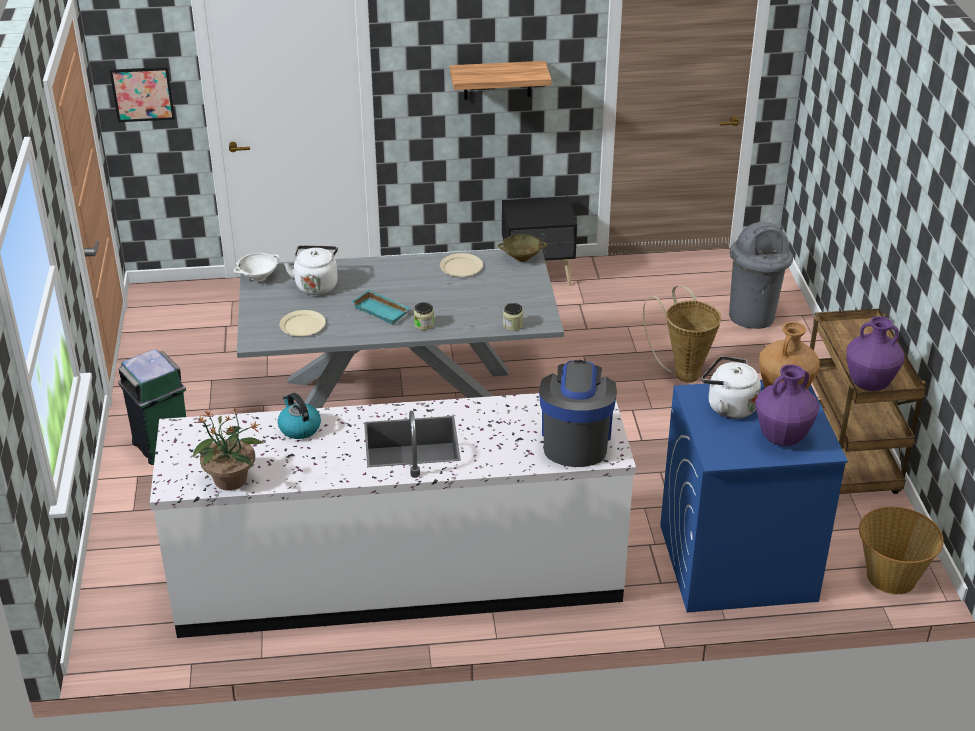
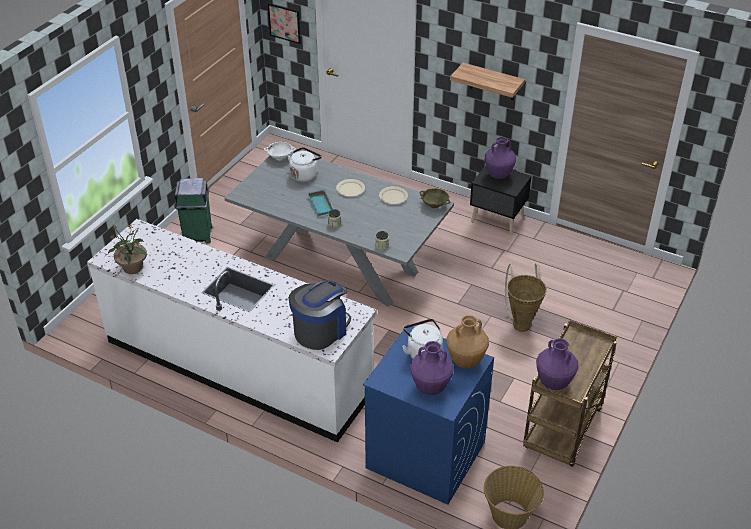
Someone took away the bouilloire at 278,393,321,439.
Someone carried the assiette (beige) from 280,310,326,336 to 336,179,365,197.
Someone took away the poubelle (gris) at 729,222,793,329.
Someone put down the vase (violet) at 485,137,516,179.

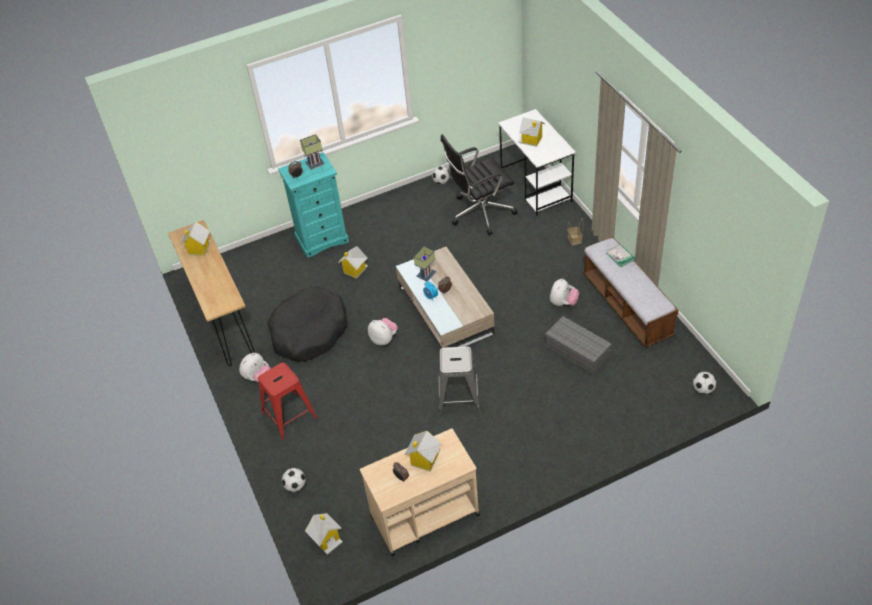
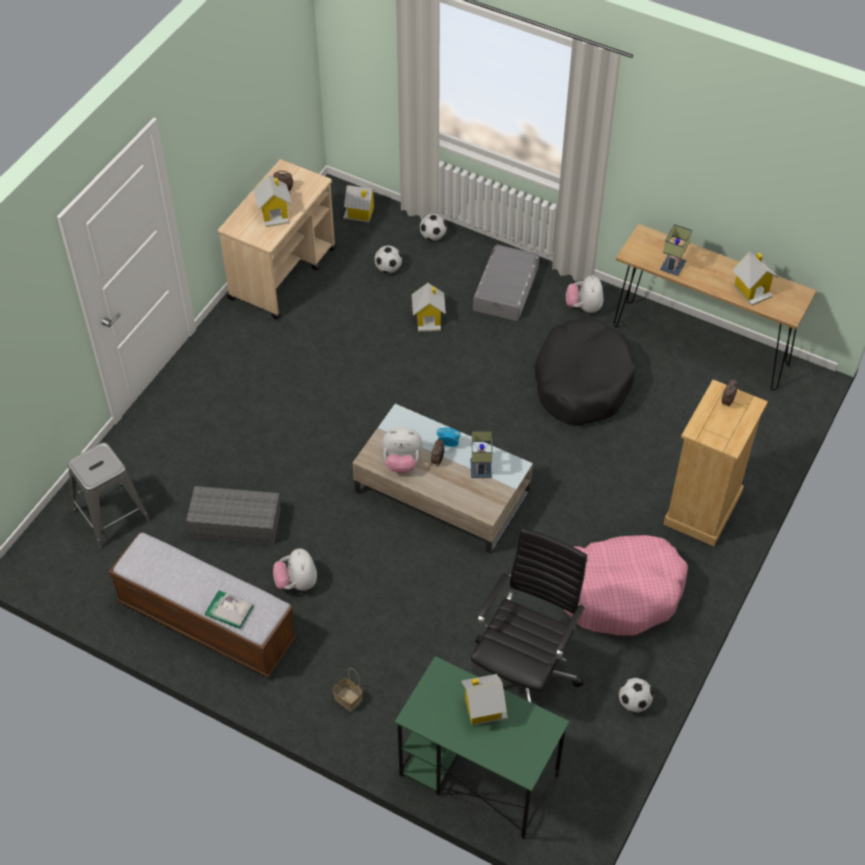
Someone swapped the tabouret (rouge) at 258,363,317,440 for the boîte de rangement (gris) at 473,245,539,321.
Someone repainted the commode (turquoise) at 278,152,349,258, which became the commode (beige) at 663,380,768,546.
Someone carried the lampe de table from 300,134,325,170 to 660,224,692,276.
Someone carried the maison miniature from 338,246,368,279 to 412,283,446,332.
Someone carried the peluche from 368,318,398,345 to 382,427,423,473.
Someone carried the tabouret (gris) from 438,346,481,415 to 68,442,150,549.
Someone repainted the bureau (blanc) at 498,109,576,216, which became the bureau (vert) at 395,656,570,840.
Someone carried the ballon de foot from 693,371,716,394 to 374,245,402,273.
Someone put down the panier pour chien (rose) at 564,535,688,636.

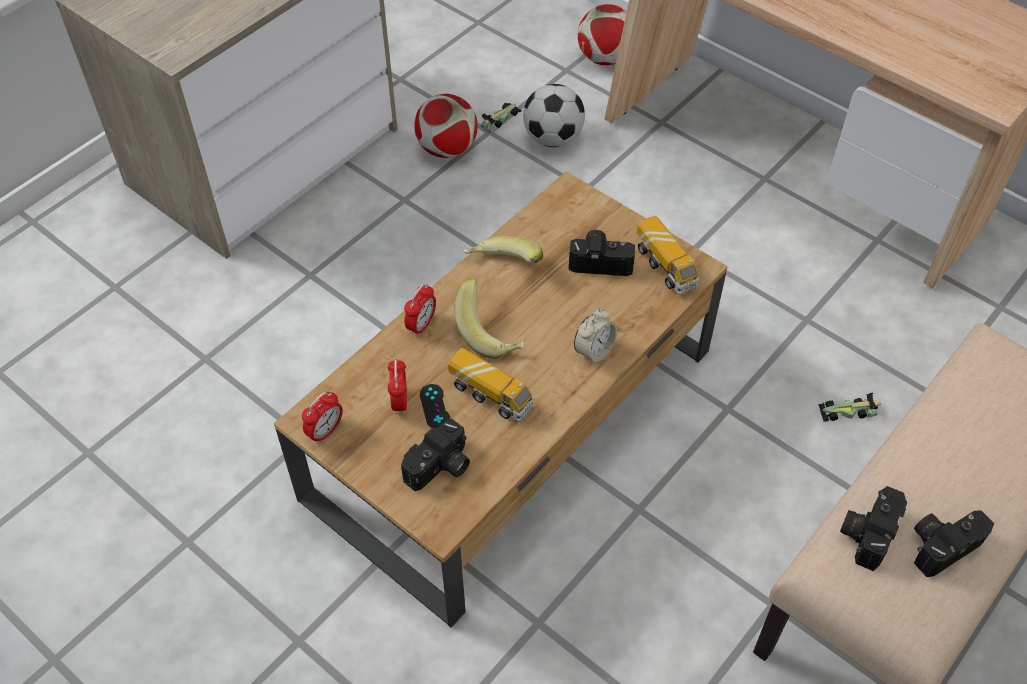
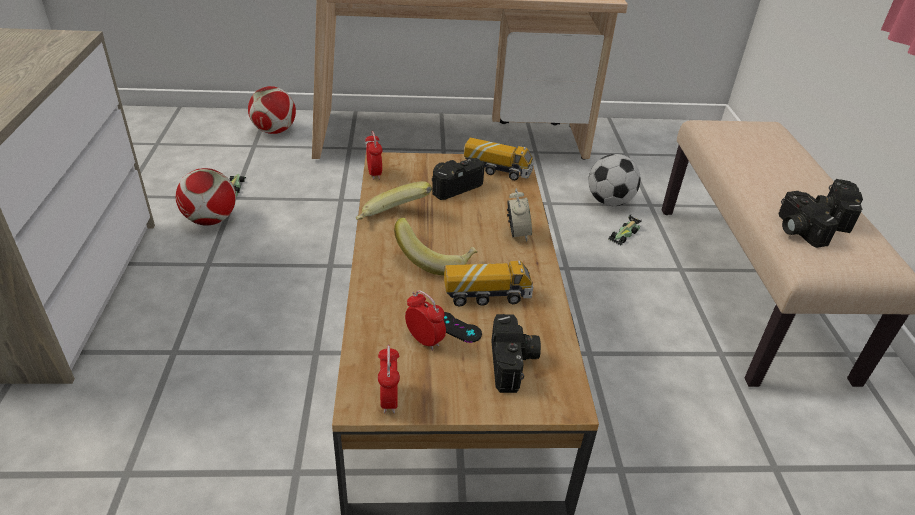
Someone carried the réveil from 404,284,436,337 to 365,131,383,180.
Someone carried the ballon de foot from 523,84,585,147 to 588,154,641,206.

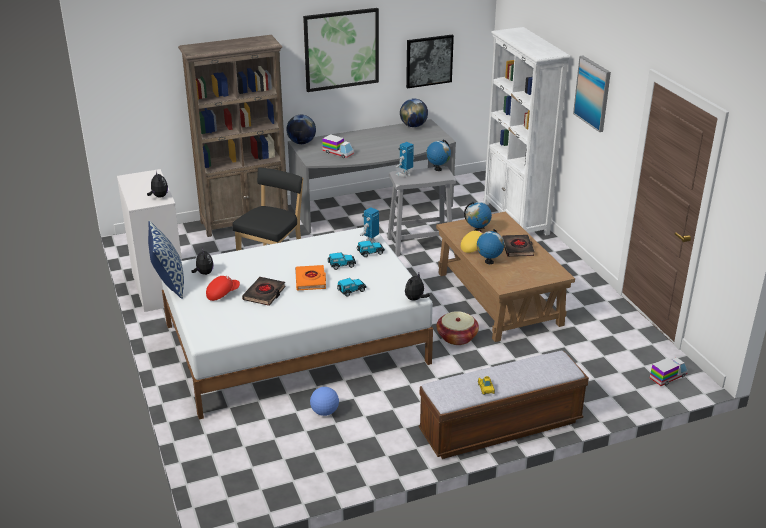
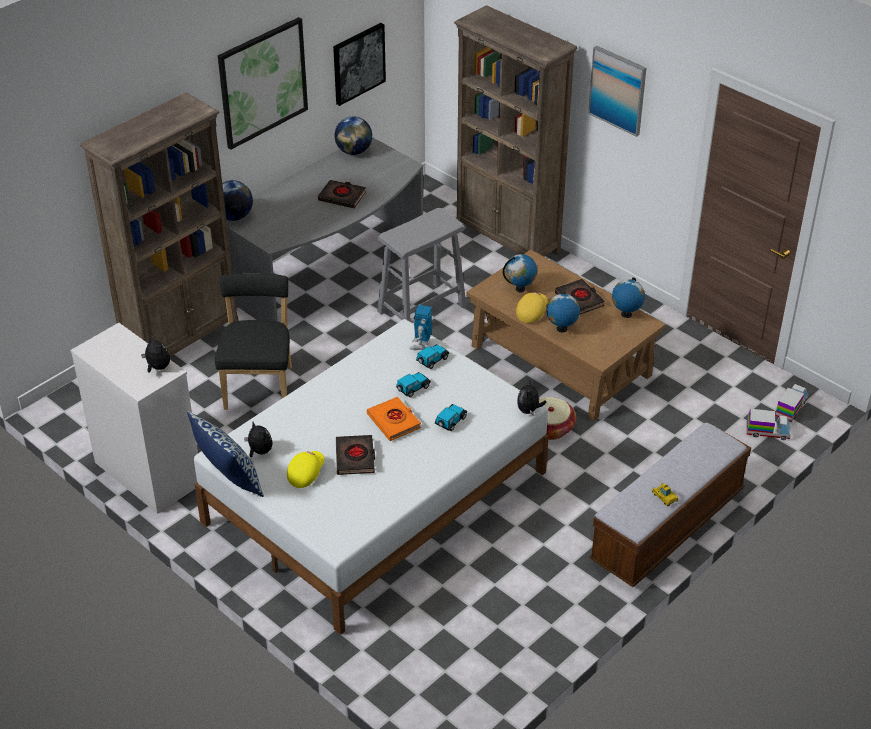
Someone repainted the casquette (rouge) at 206,276,240,301, which became the casquette (jaune) at 287,451,325,488.
Someone took away the ballon de foot at 310,387,339,416.
Someone carried the camion jouet from 322,134,354,158 to 746,409,790,440.
Someone took away the robot jouet at 396,142,414,177.
Someone carried the globe from 426,139,451,171 to 612,277,645,318.
Someone repainted the bibliothèque (blanc) at 483,27,570,235, which became the bibliothèque (marron) at 454,5,577,256.
Someone put down the livre (noir) at 318,180,366,208.

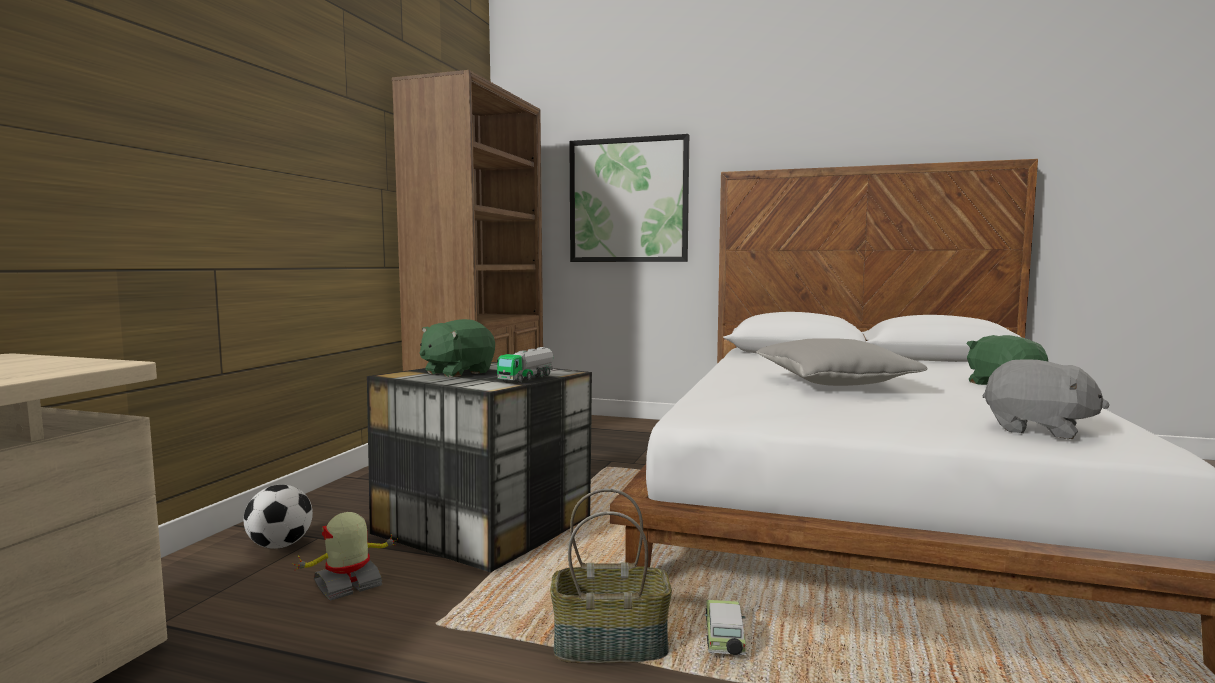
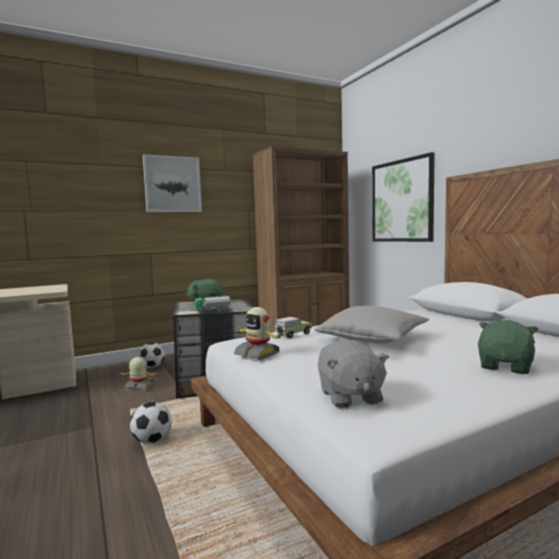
Someone swapped the panier at 550,489,672,663 for the ballon de foot at 130,402,171,444.
Someone carried the petite voiture from 705,600,747,655 to 274,317,312,338.
Someone put up the tableau at 143,154,202,212.
Someone put down the robot jouet at 234,307,282,360.

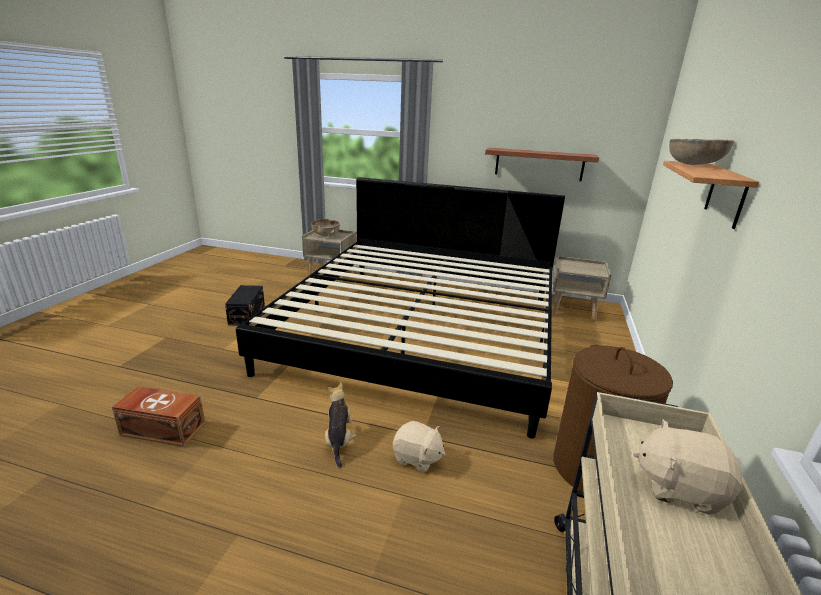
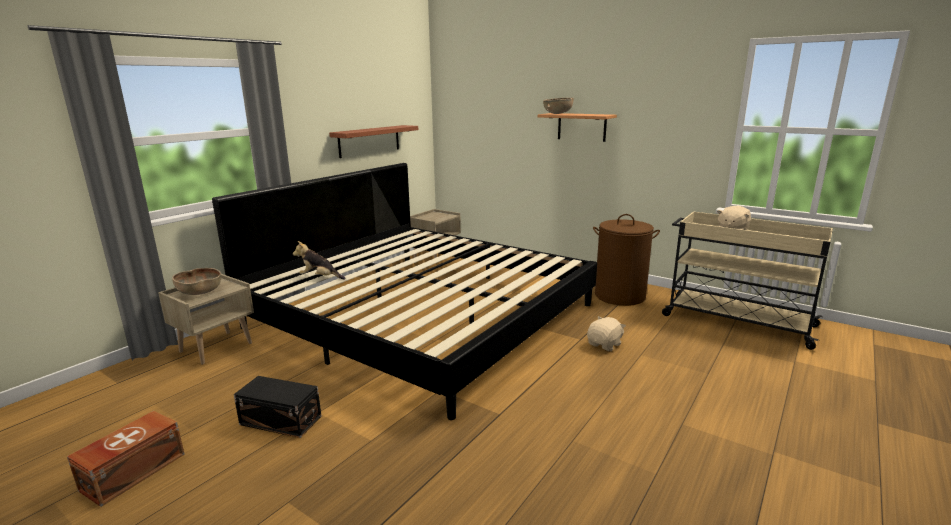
Someone carried the boîte de rangement (marron) from 112,386,205,447 to 67,411,185,507.
Someone carried the peluche from 325,382,356,468 to 293,241,346,280.

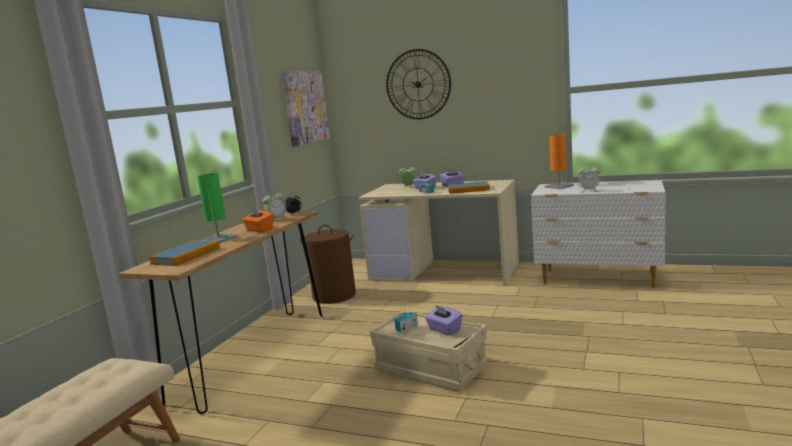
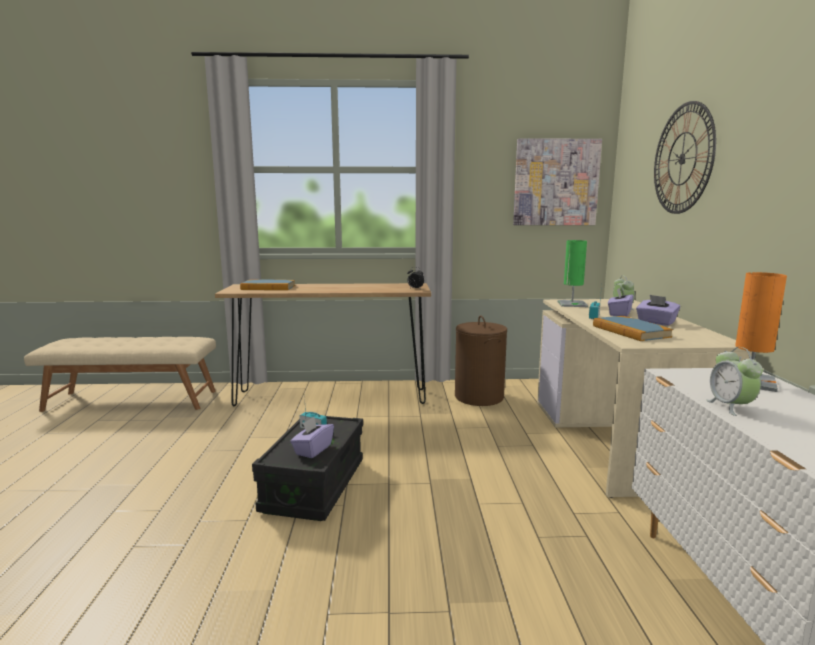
Someone carried the lampe de table (vert) from 197,173,238,243 to 557,240,588,307.
Someone took away the boîte à mouchoirs (orange) at 242,208,273,232.
Someone took away the réveil at 263,191,287,222.
Someone repainted the boîte de rangement (beige) at 370,310,488,391, which became the boîte de rangement (noir) at 252,416,363,521.

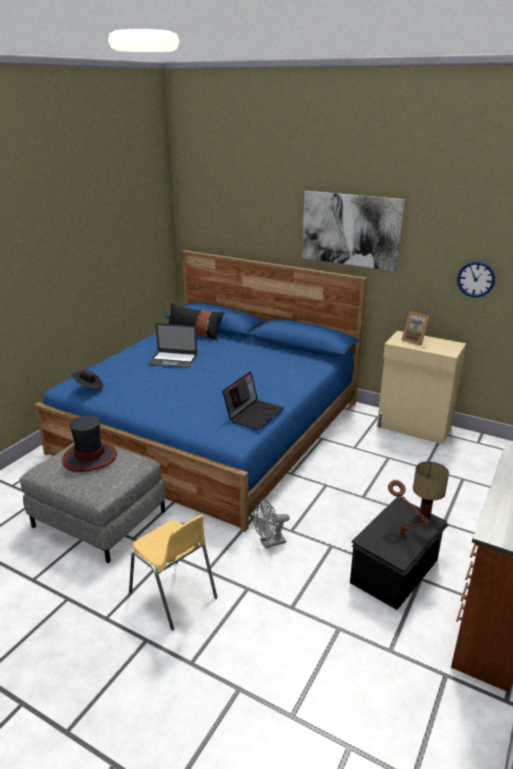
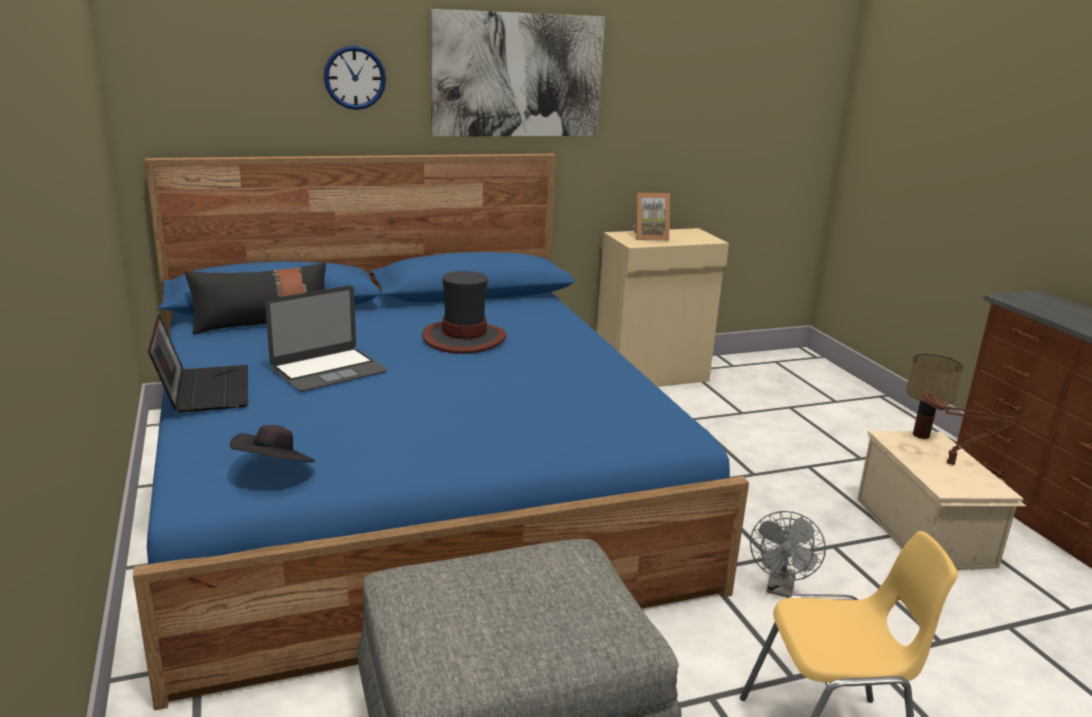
Someone carried the chapeau from 62,416,117,472 to 422,271,507,354.
Someone carried the ordinateur portable from 222,371,284,430 to 148,315,248,412.
Someone repainted the boîte de rangement (noir) at 350,497,449,610, which became the boîte de rangement (beige) at 857,431,1026,570.
Someone carried the horloge murale from 457,262,495,297 to 324,45,386,110.

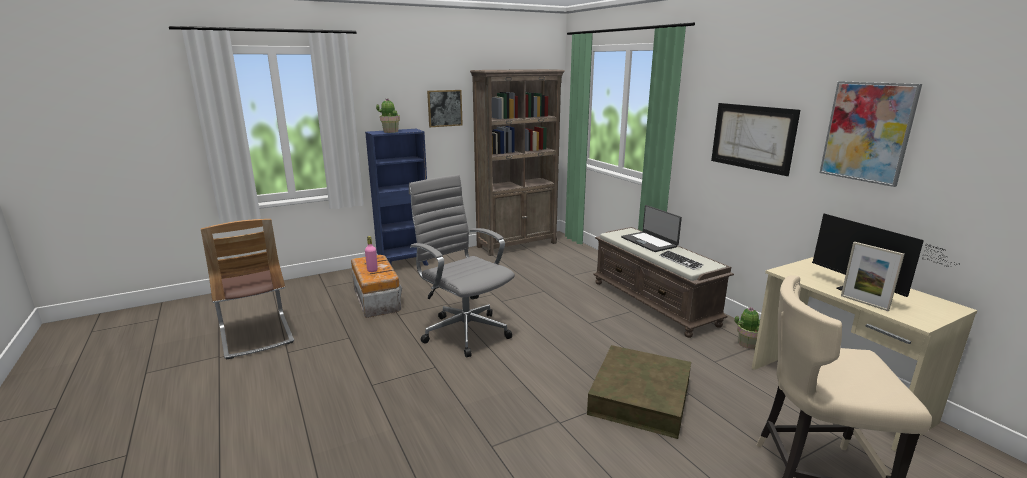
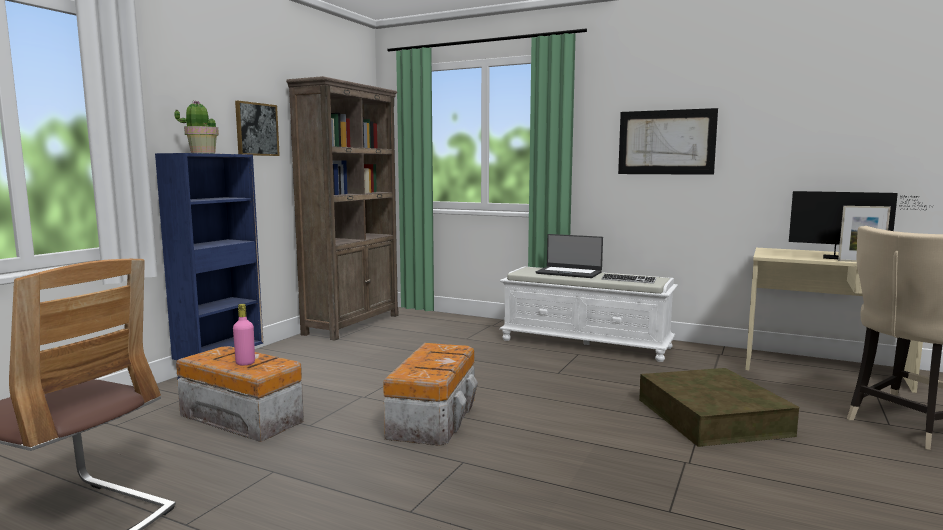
Someone swapped the chaise de bureau (gris) at 409,174,515,357 for the boîte de rangement at 383,343,478,446.
Someone repainted the banc (marron) at 593,227,734,338, which became the banc (blanc) at 500,266,678,362.
Someone took away the plante en pot at 735,307,760,349.
Someone took away the tableau at 820,81,922,187.

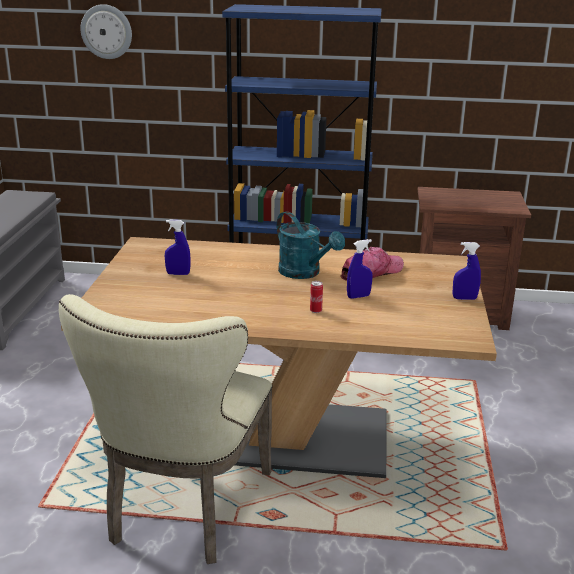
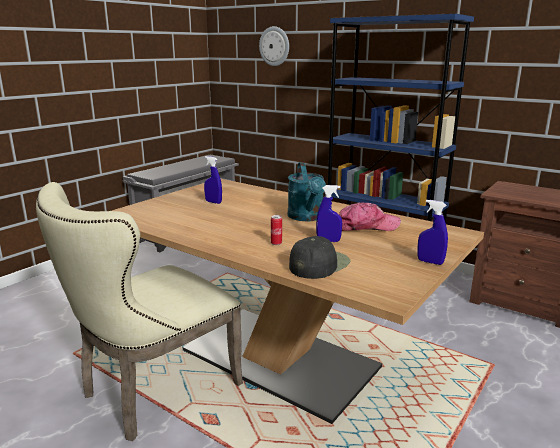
Someone put down the casquette (noir) at 289,236,351,279.

